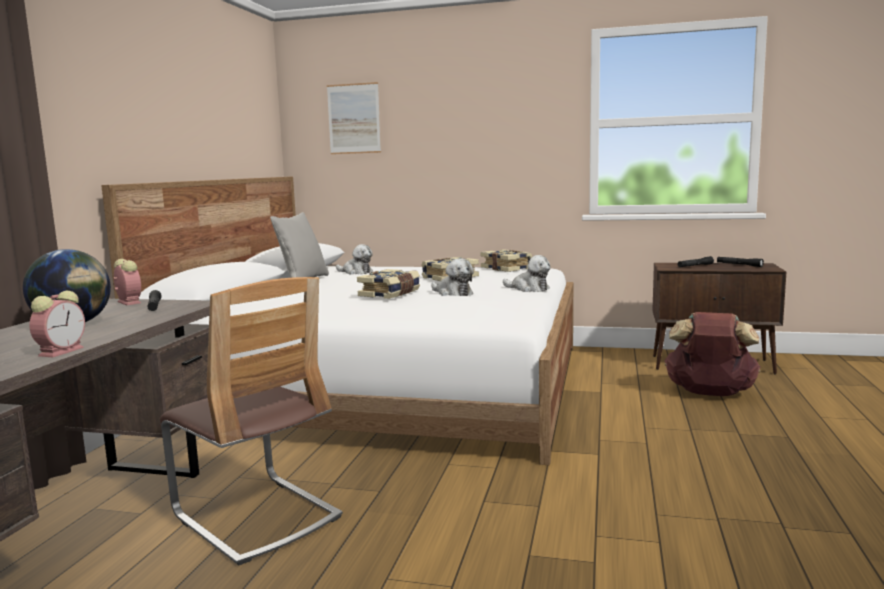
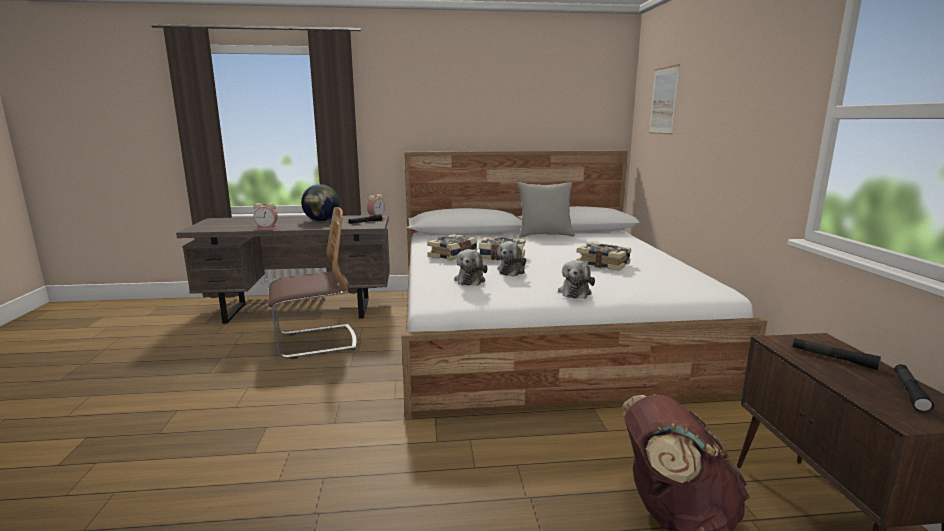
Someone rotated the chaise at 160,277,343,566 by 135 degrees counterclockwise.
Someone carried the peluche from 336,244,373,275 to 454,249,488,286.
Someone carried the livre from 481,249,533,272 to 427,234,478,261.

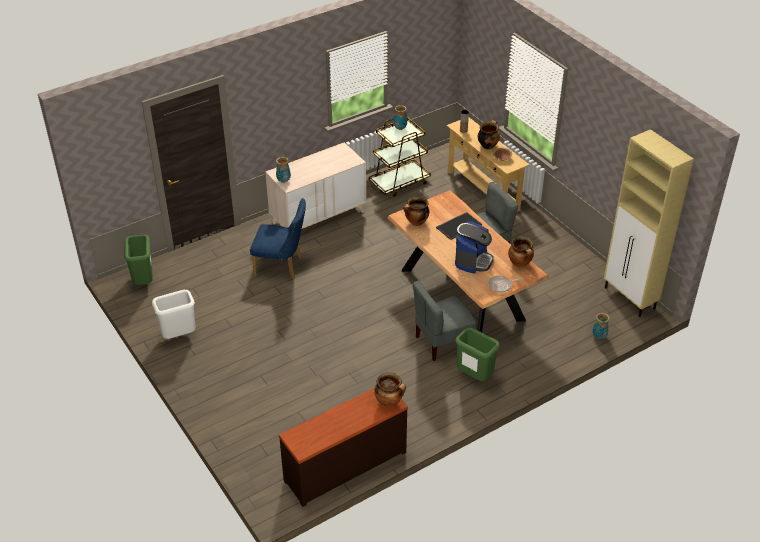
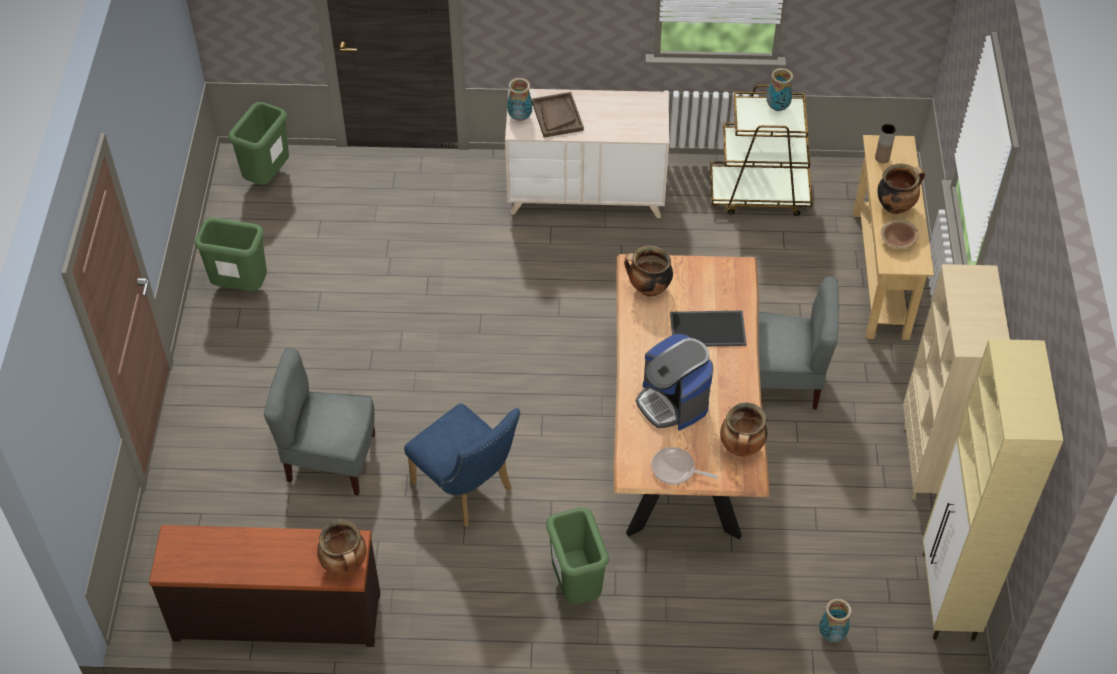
Someone repainted the poubelle (blanc) at 152,290,196,339, which became the poubelle (vert) at 194,217,267,291.
Someone carried the chaise (bleu) from 250,198,306,279 to 404,403,520,527.
Someone carried the chaise (gris) from 413,281,476,361 to 264,347,375,495.
Someone rotated the machine à café at 455,221,494,274 by 90 degrees clockwise.
Someone put down the plateau (marron) at 532,92,584,138.
Someone put down the bibliothèque (beige) at 903,264,1010,500.

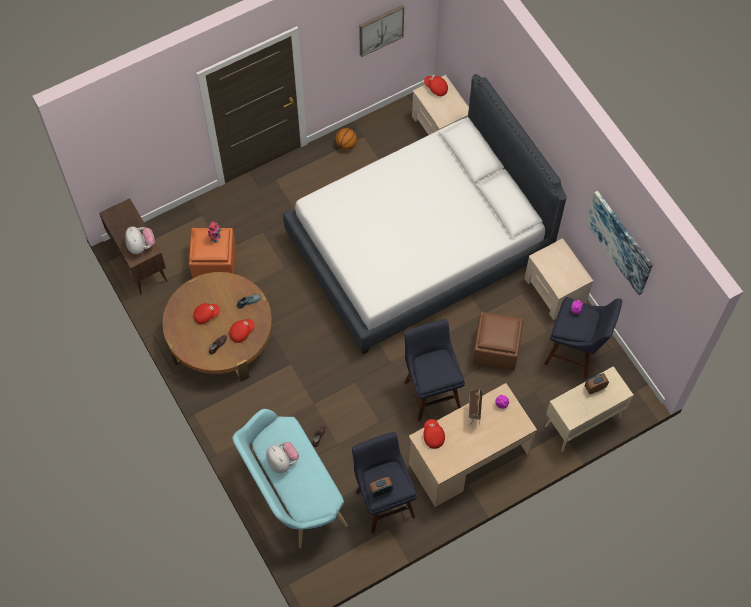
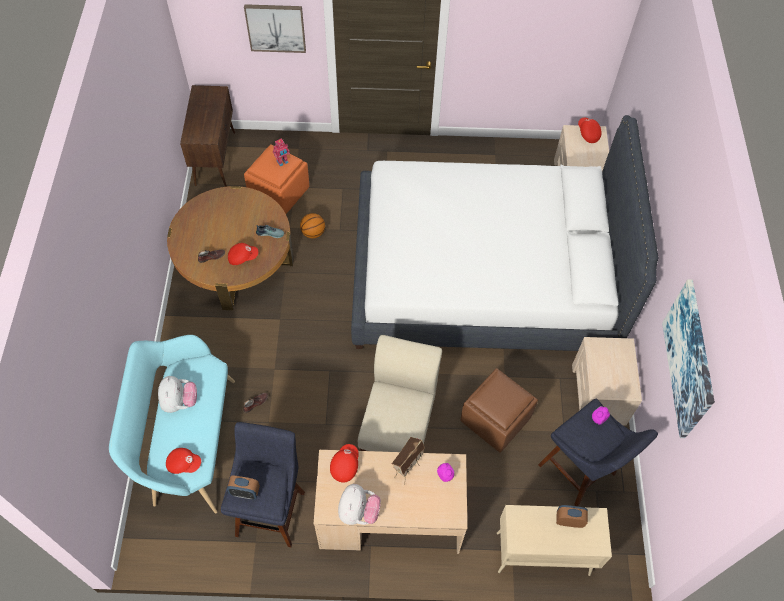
Someone carried the peluche from 125,227,155,254 to 338,484,381,525.
Someone carried the casquette (rouge) from 193,303,220,324 to 166,448,201,474.
Someone carried the ballon de basket from 335,128,357,150 to 300,213,325,238.
Someone carried the tableau from 359,5,404,57 to 244,4,306,53.
Someone swapped the tabouret (bleu) at 404,319,465,421 for the chaise (beige) at 358,335,442,452.

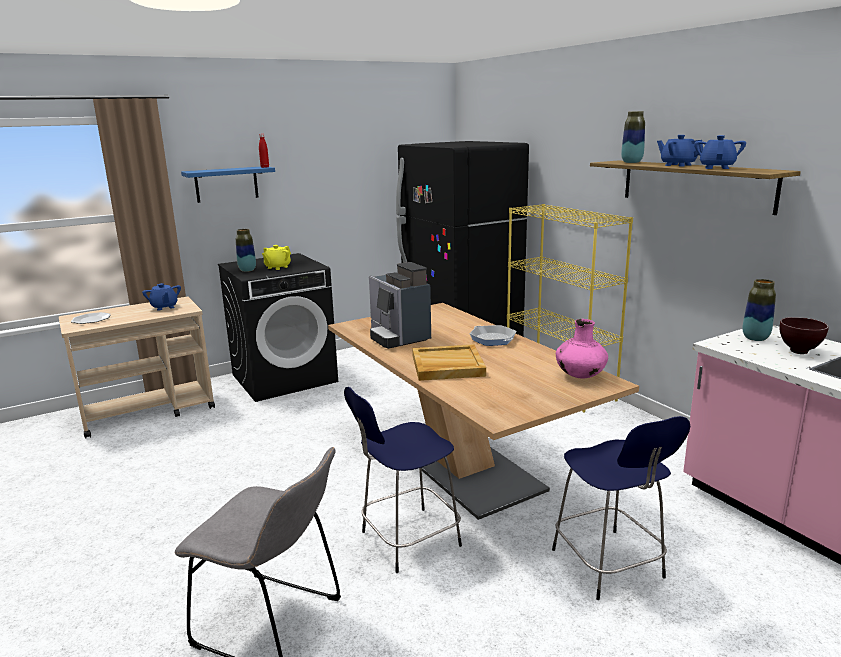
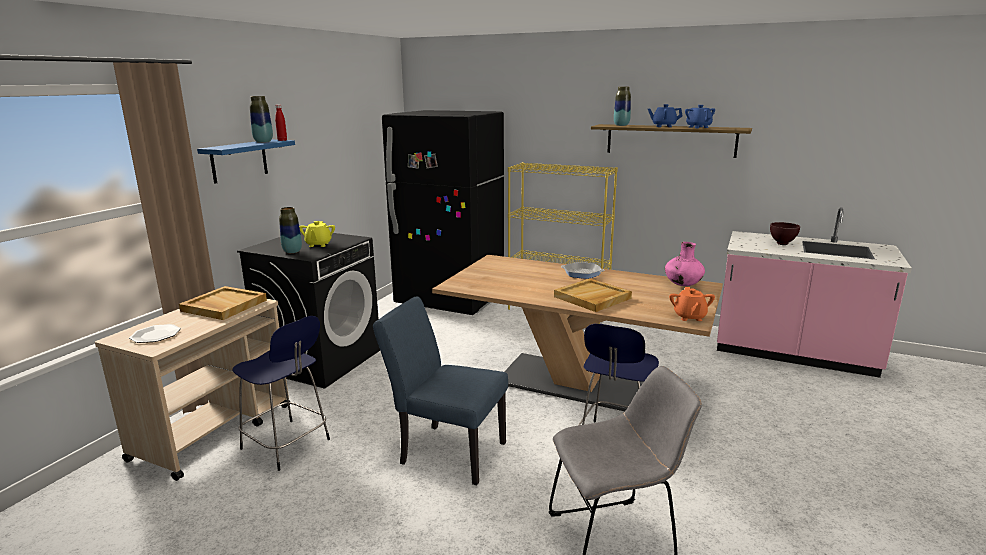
Someone swapped the théière (bleu) at 142,283,181,311 for the plateau (beige) at 179,286,267,320.
Someone took away the machine à café at 369,262,431,349.
Someone carried the tabouret (bleu) from 552,416,690,600 to 233,316,330,471.
Someone carried the vase from 743,279,776,341 to 250,96,273,143.
Someone put down the chaise (bleu) at 373,297,508,486.
Someone put down the théière (orange) at 669,287,715,321.

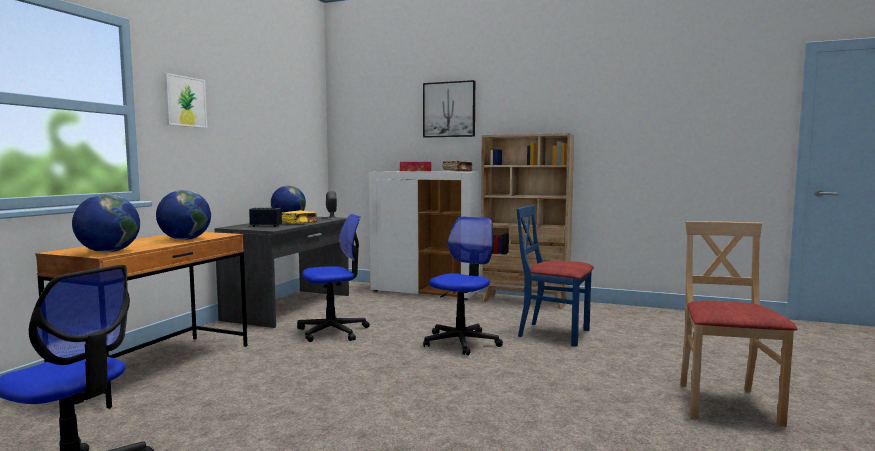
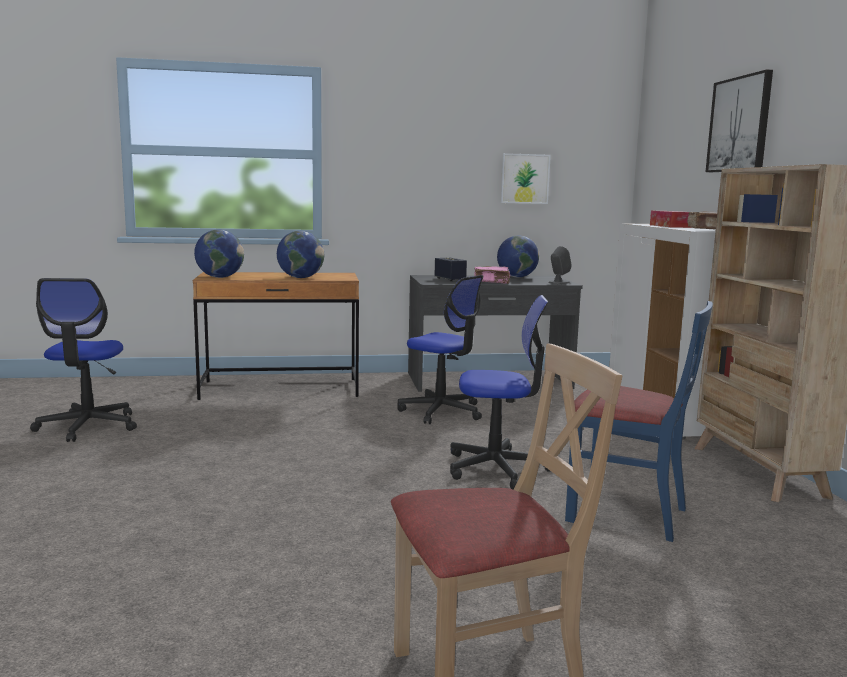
Someone carried the tableau from 164,73,207,128 to 501,153,551,204.
Someone repainted the livre (jaune) at 282,210,317,224, which became the livre (rose) at 474,266,510,284.
Someone rotated the chaise (bleu) at 517,205,594,347 by 120 degrees clockwise.

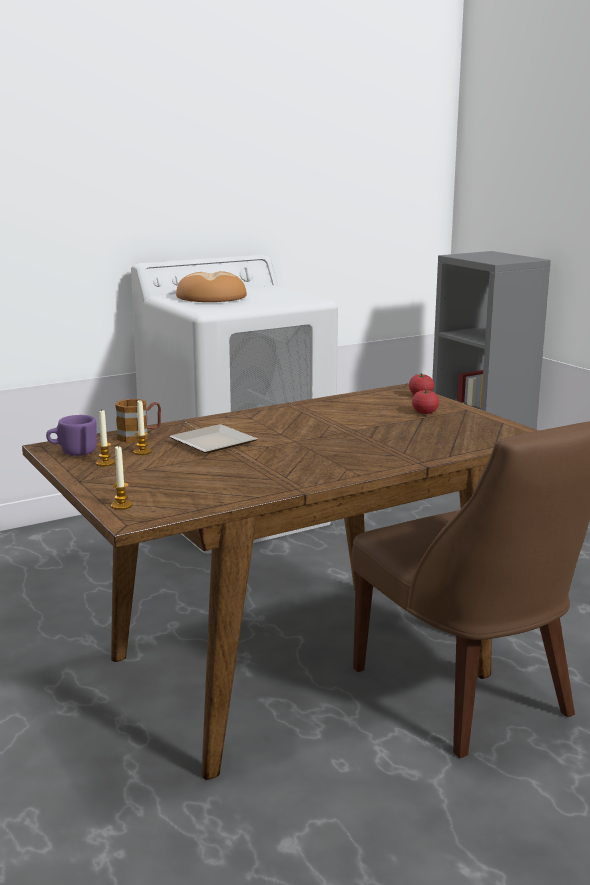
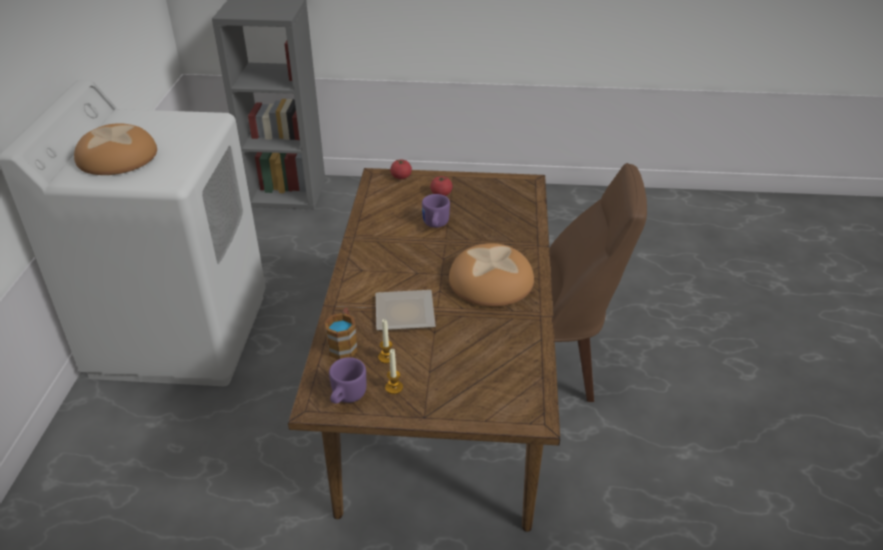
Someone took away the bougie at 111,446,133,510.
Someone put down the mug (violet) at 422,194,450,228.
Someone put down the pain at 449,243,534,307.

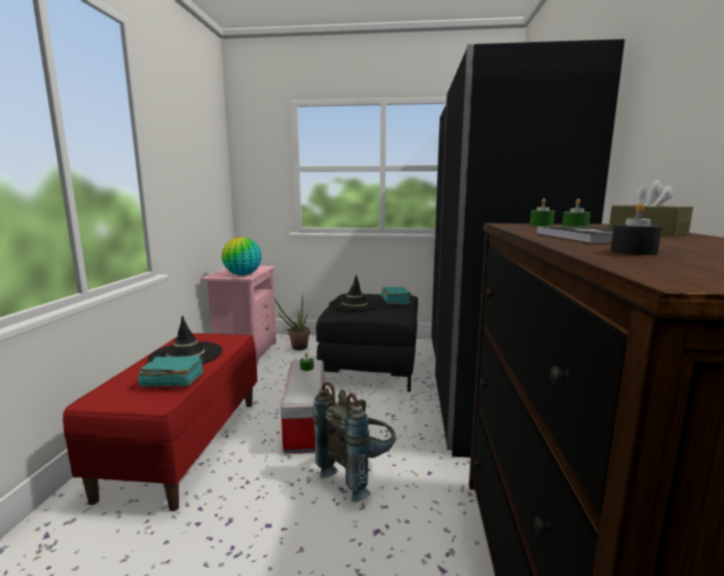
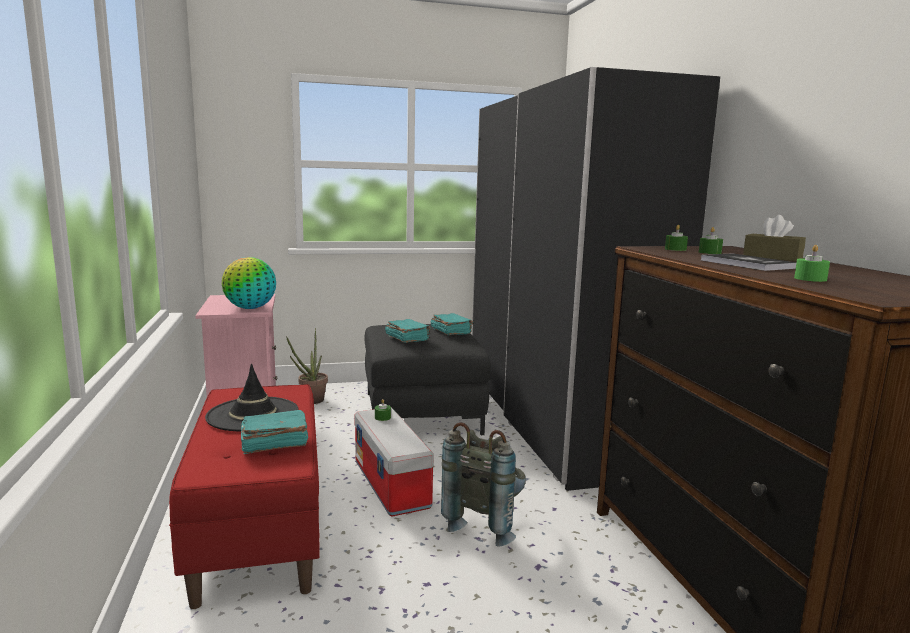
Someone swapped the chapeau (noir) at 329,275,380,312 for the livre (turquoise) at 385,319,431,343.
Someone repainted the bougie (noir) at 611,203,662,255, which became the bougie (vert) at 794,245,830,282.

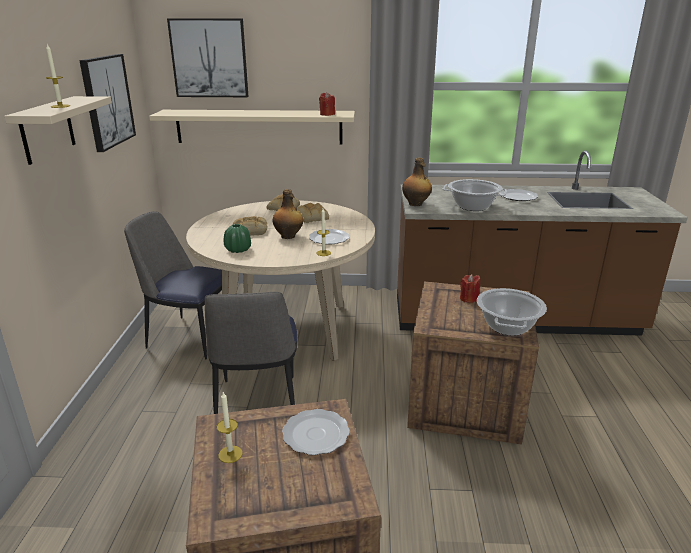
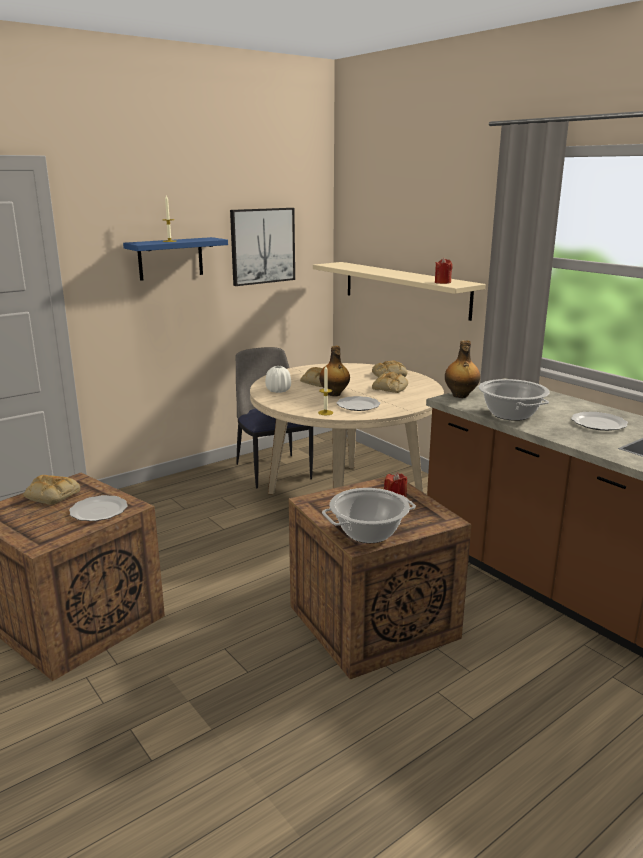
Someone repainted the étagère (beige) at 4,96,112,165, which became the étagère (bleu) at 123,237,228,281.
Someone took away the tableau at 167,18,249,97.
Someone took away the chaise at 205,292,297,414.
Someone swapped the bougie at 217,392,243,463 for the pain at 24,475,80,505.
Someone repainted the vase (vert) at 224,224,251,253, which became the vase (blanc) at 265,366,291,393.

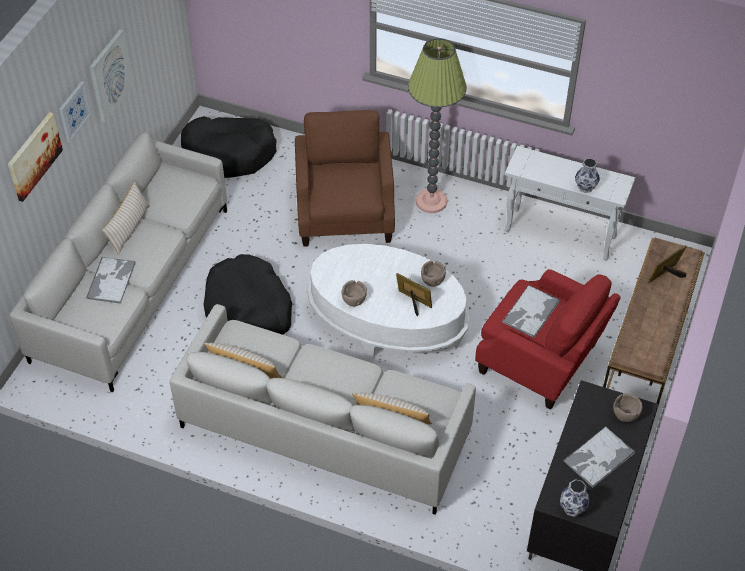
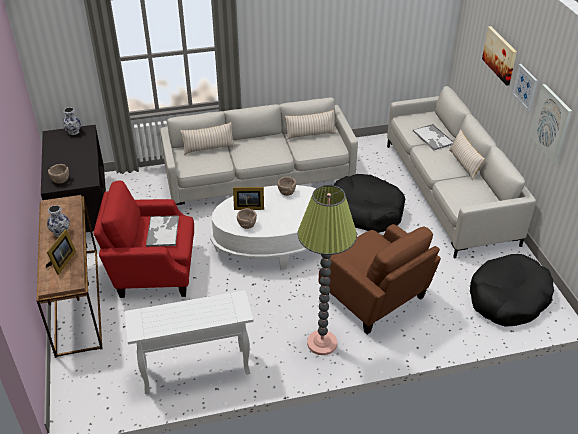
Someone took away the plateau at 563,426,635,488.
Someone carried the vase from 575,158,600,193 to 47,205,70,237.

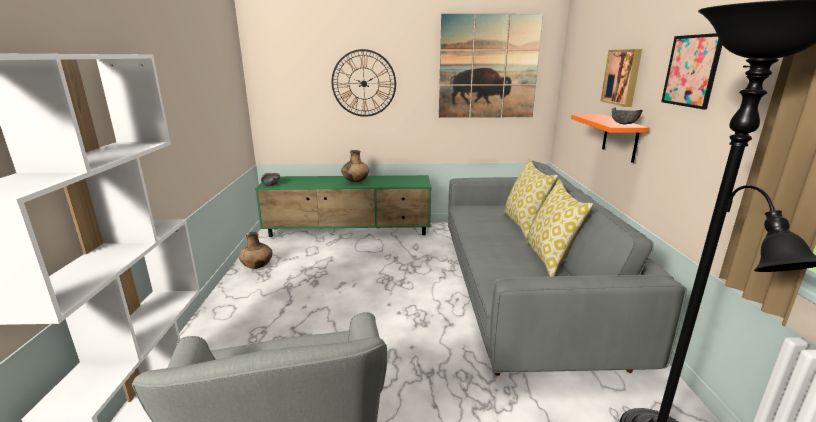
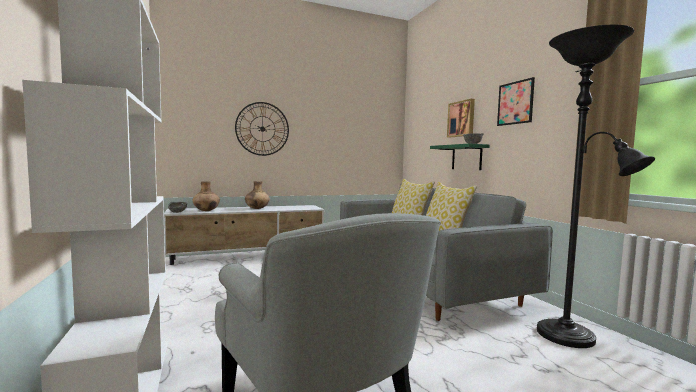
Someone carried the vase (marron) from 239,232,272,269 to 192,181,220,211.
Someone repainted the meuble télé (vert) at 255,175,431,237, which became the meuble télé (blanc) at 164,205,324,265.
Someone took away the tableau at 439,14,543,118.
Someone repainted the étagère (orange) at 571,115,649,163, which became the étagère (vert) at 430,144,490,170.

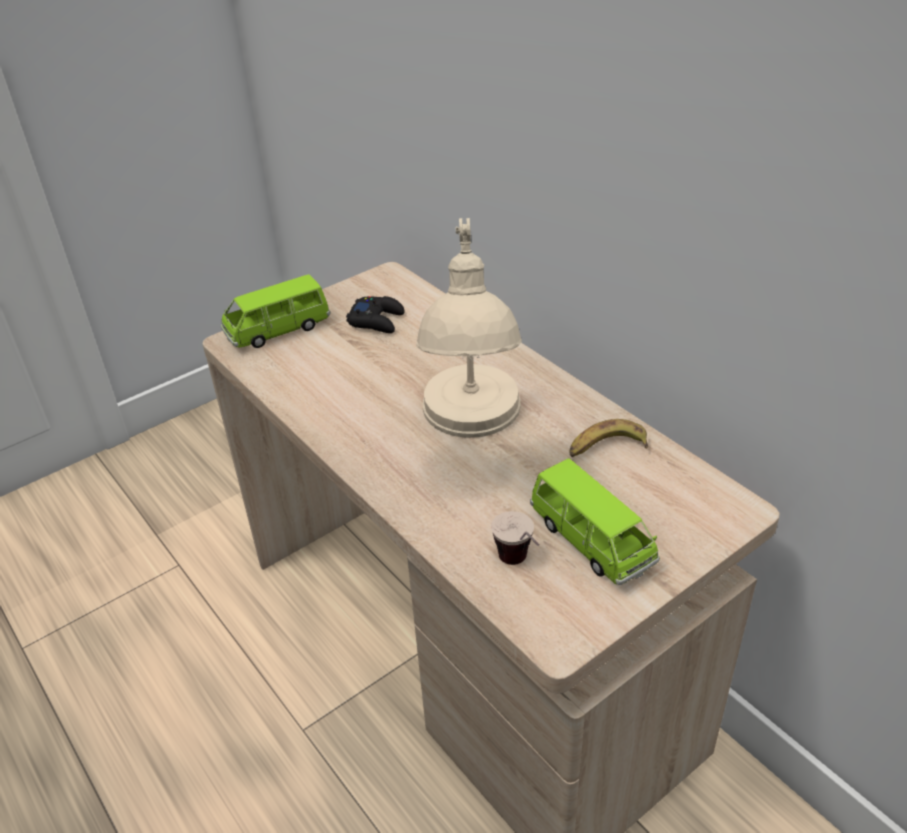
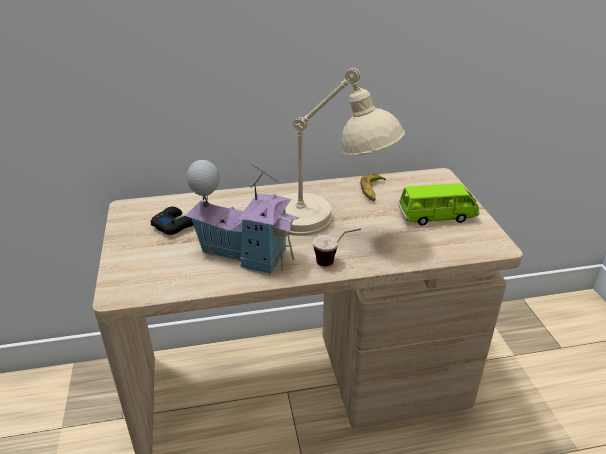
Someone took away the petite voiture (vert) at 221,274,330,348.
Someone carried the tasse from 491,511,539,565 to 313,228,361,267.
Someone put down the maison miniature at 185,160,299,275.

